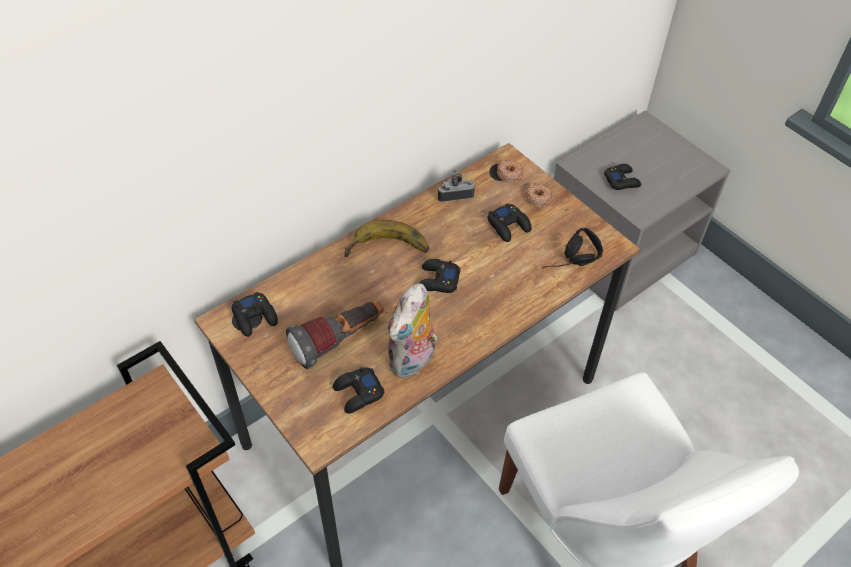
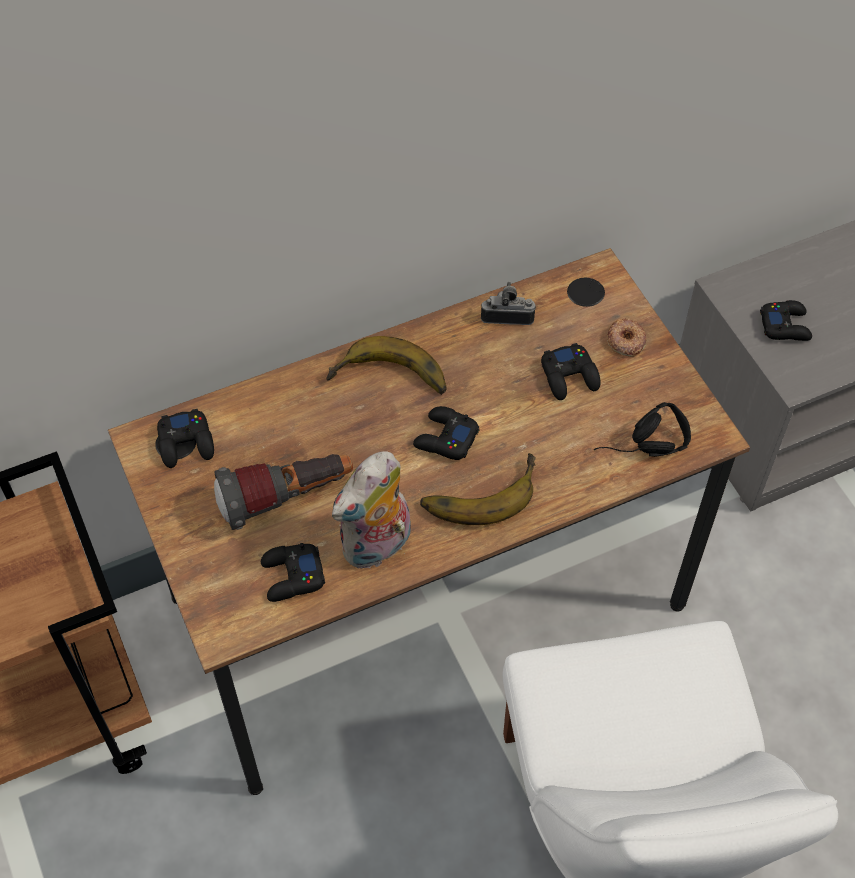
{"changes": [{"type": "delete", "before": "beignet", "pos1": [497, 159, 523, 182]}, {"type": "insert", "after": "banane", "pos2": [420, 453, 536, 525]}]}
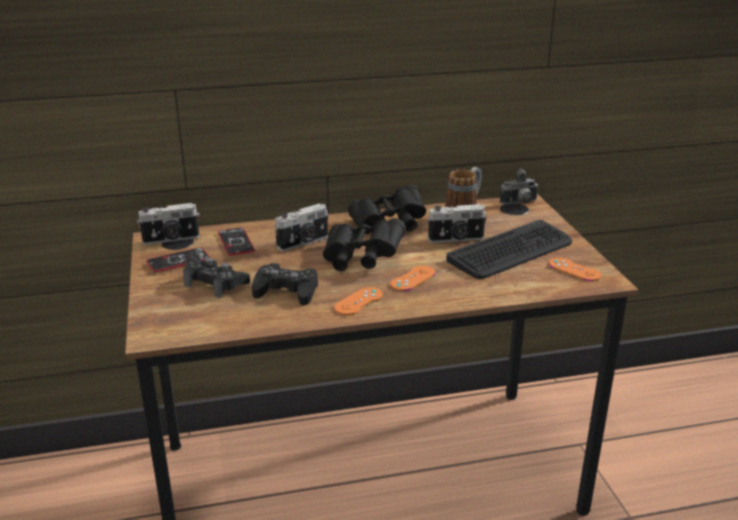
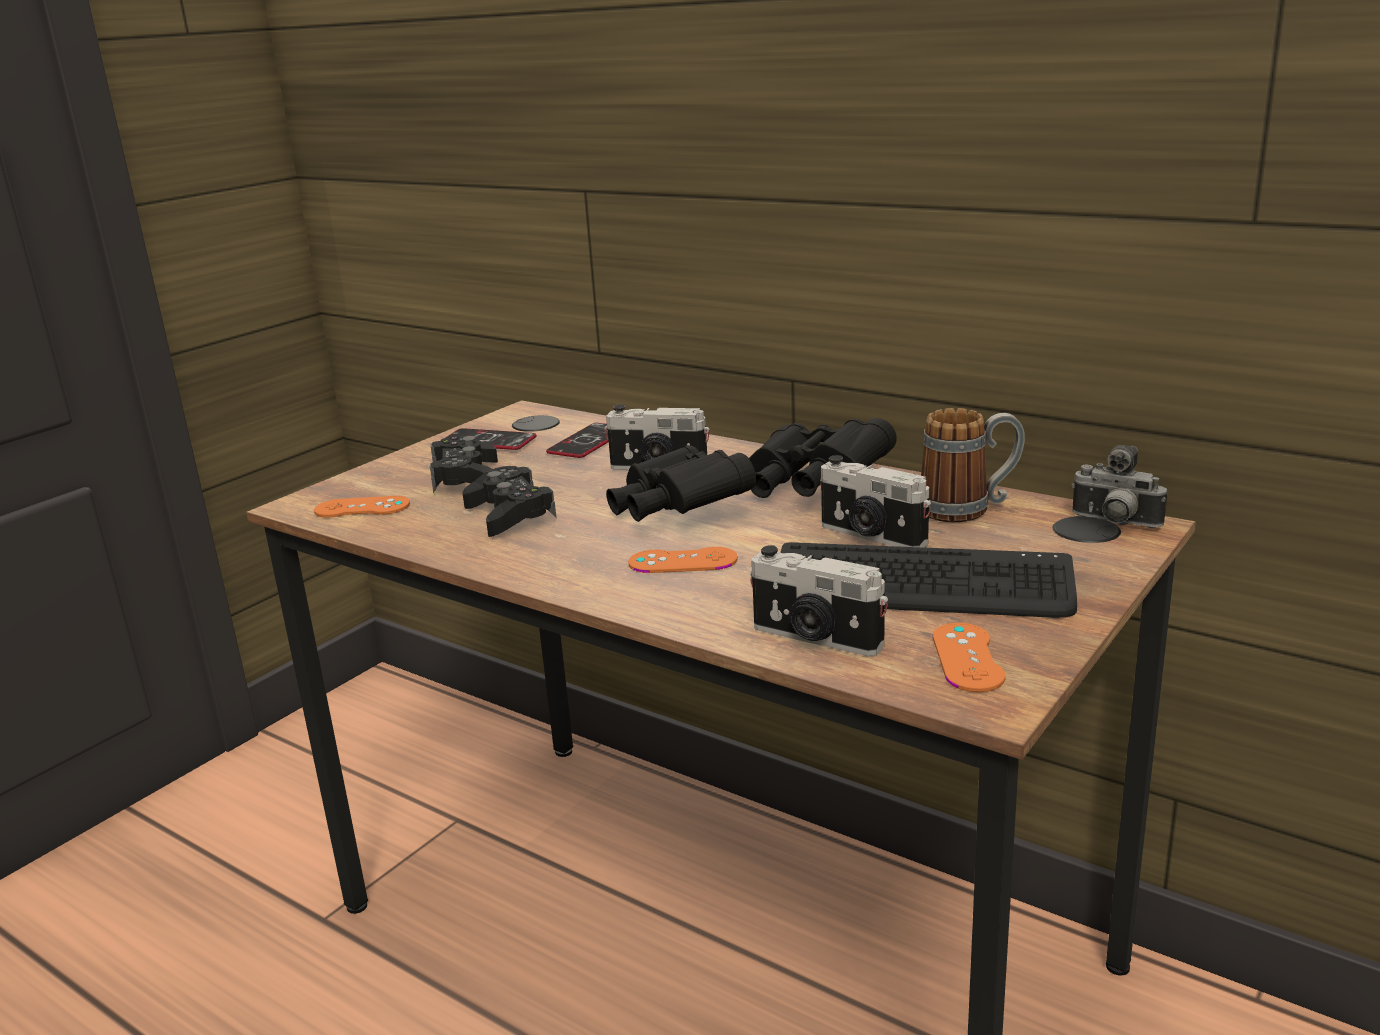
{"changes": [{"type": "move", "before": "appareil photo", "pos1": [137, 203, 200, 245], "pos2": [750, 545, 888, 657]}, {"type": "move", "before": "manette [orange]", "pos1": [334, 287, 383, 315], "pos2": [314, 496, 410, 518]}]}
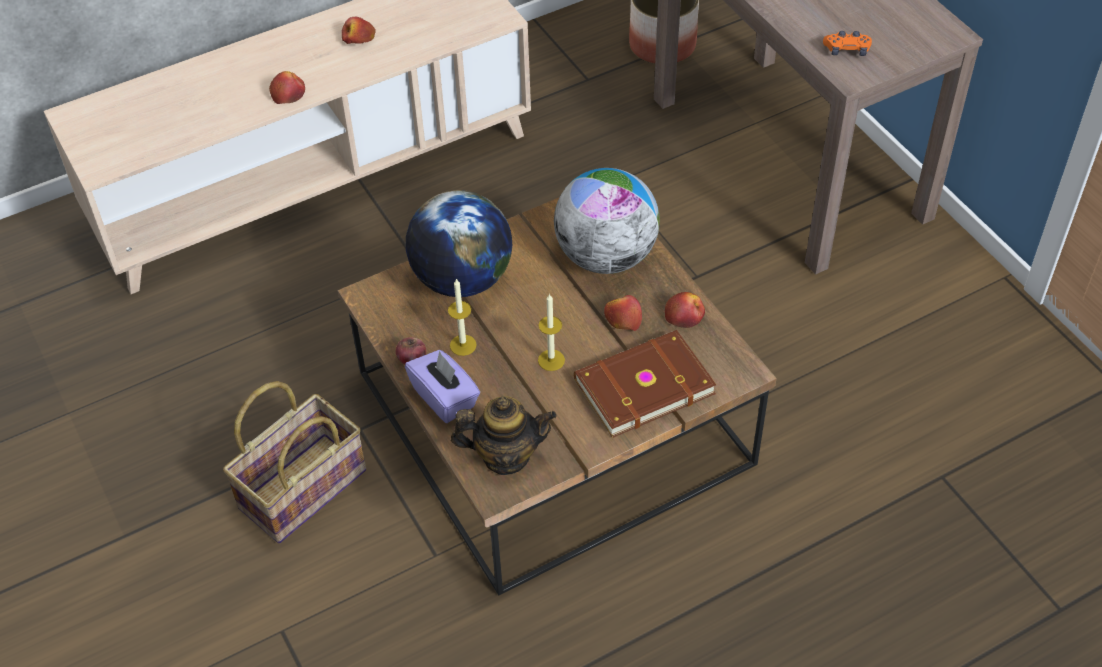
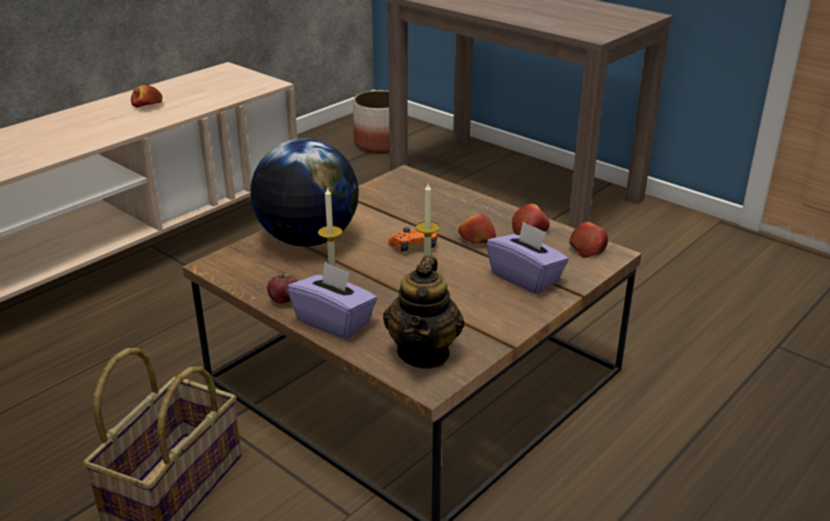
{"changes": [{"type": "move", "before": "manette [orange]", "pos1": [823, 31, 872, 56], "pos2": [388, 227, 438, 252]}, {"type": "move", "before": "pomme", "pos1": [269, 71, 305, 104], "pos2": [569, 222, 608, 258]}, {"type": "delete", "before": "globe", "pos1": [554, 168, 660, 274]}, {"type": "replace", "before": "livre [marron]", "after": "boîte à mouchoirs [violet]", "pos1": [574, 330, 716, 438], "pos2": [486, 221, 569, 294]}, {"type": "rotate", "before": "théière", "pos1": [451, 396, 557, 475], "pos2": [383, 256, 465, 369], "turn": 120}]}
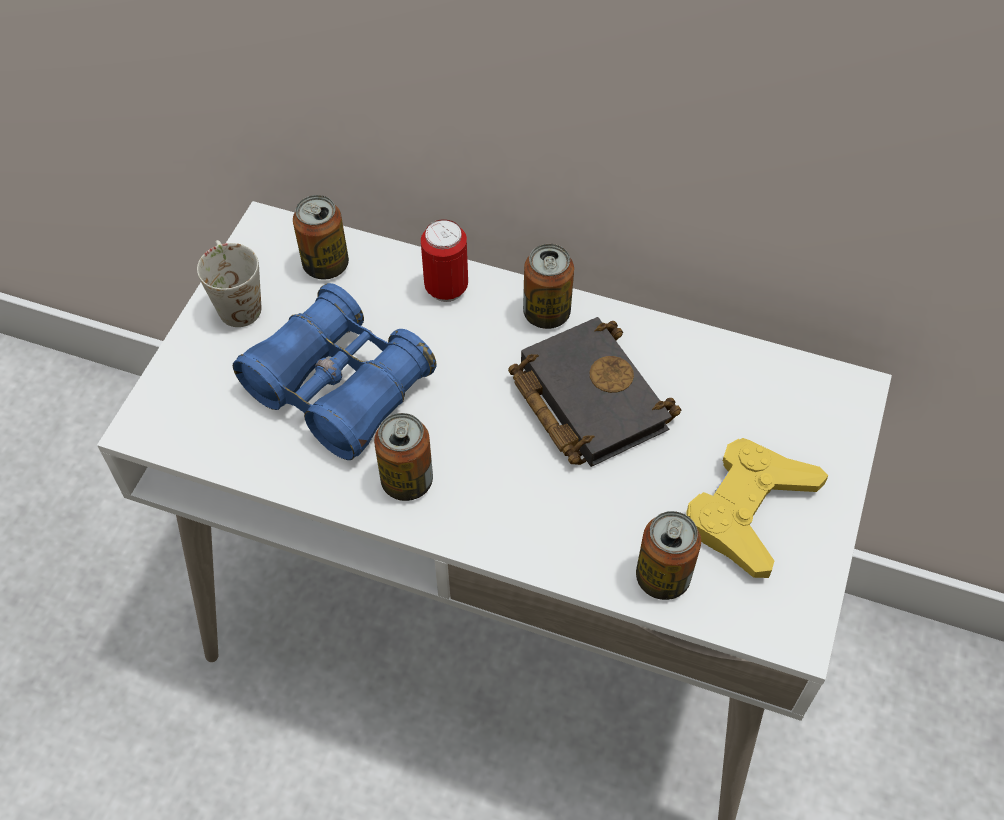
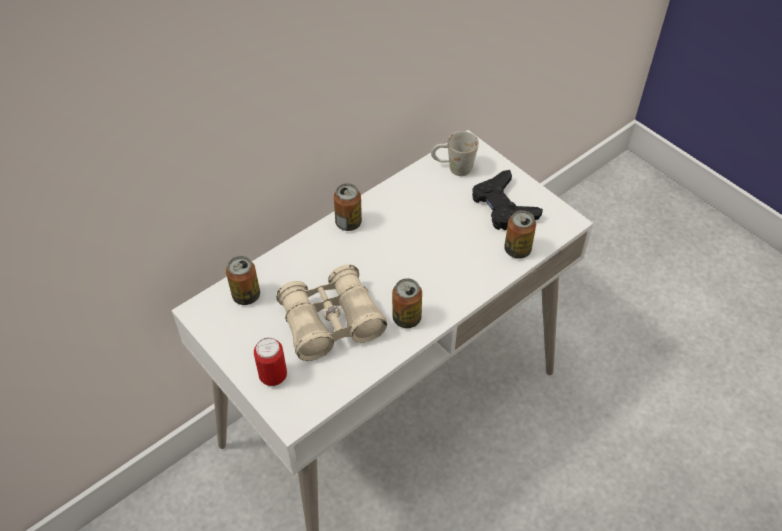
{"changes": [{"type": "move", "before": "boîte métallique", "pos1": [421, 219, 468, 302], "pos2": [254, 338, 287, 386]}, {"type": "move", "before": "mug [blanc]", "pos1": [197, 240, 261, 327], "pos2": [431, 131, 479, 176]}, {"type": "recolor", "before": "jumelles [bleu]", "after": "jumelles [beige]", "pos1": [233, 283, 437, 460], "pos2": [276, 264, 387, 361]}, {"type": "delete", "before": "livre [noir]", "pos1": [508, 317, 681, 467]}, {"type": "recolor", "before": "manette [jaune]", "after": "manette [noir]", "pos1": [687, 438, 828, 578], "pos2": [472, 170, 543, 230]}]}
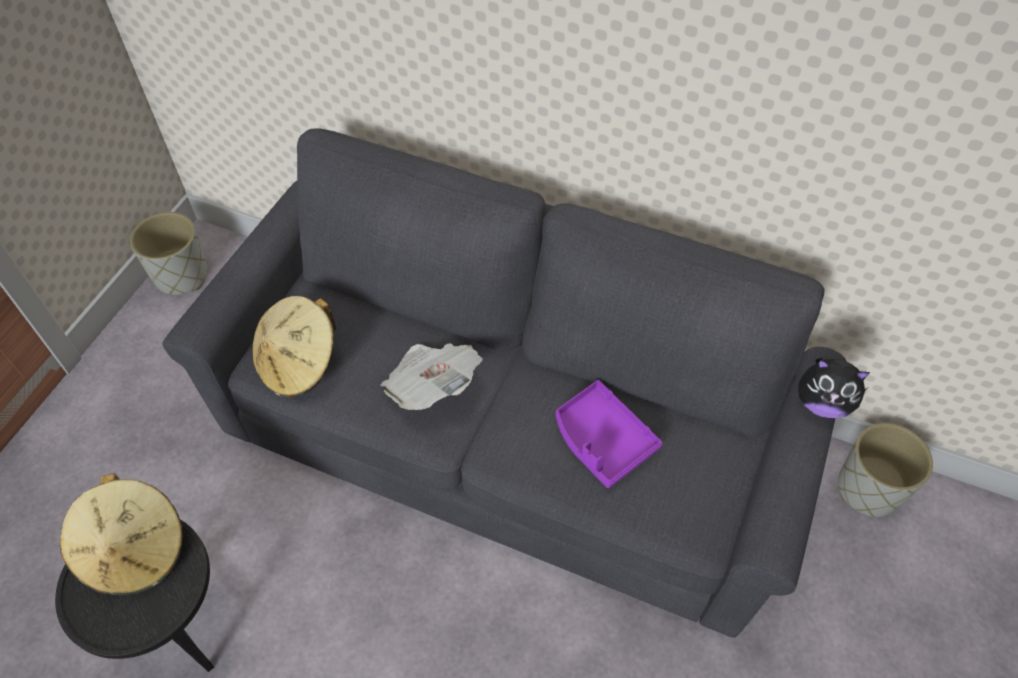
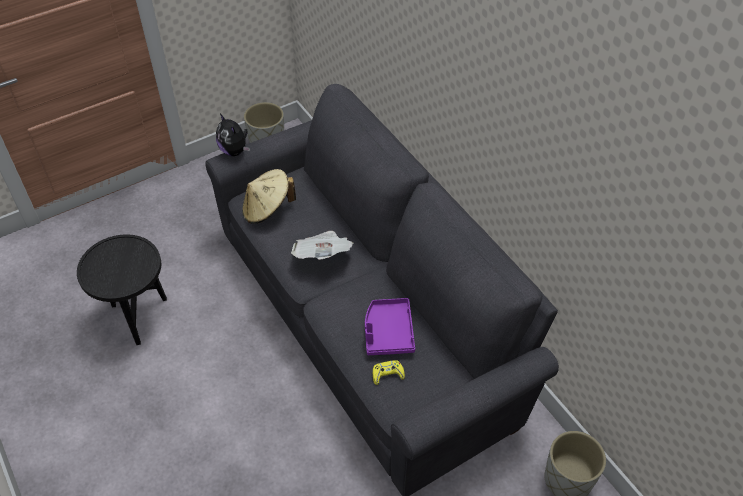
{"changes": [{"type": "move", "before": "peluche", "pos1": [798, 358, 870, 418], "pos2": [216, 114, 250, 156]}, {"type": "delete", "before": "chapeau [beige]", "pos1": [60, 473, 183, 595]}, {"type": "insert", "after": "manette [jaune]", "pos2": [373, 360, 405, 385]}]}
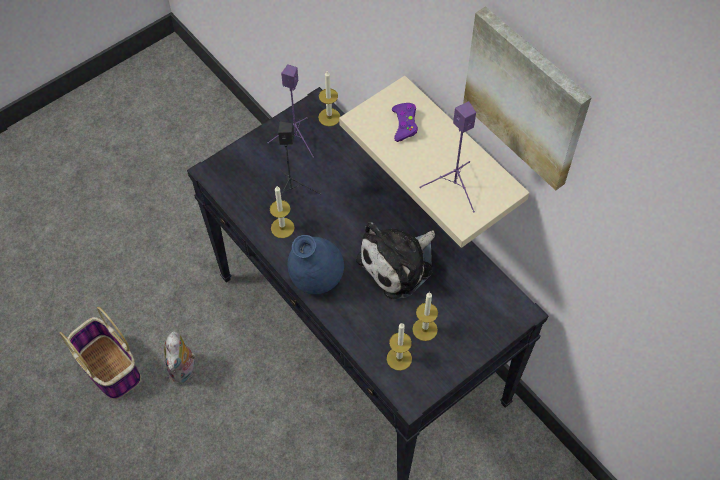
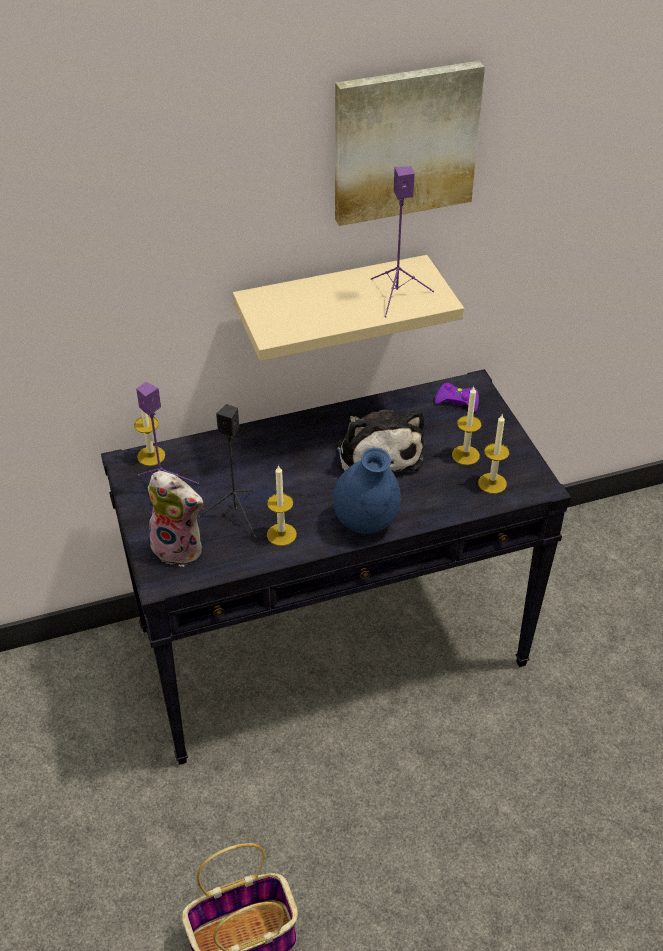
{"changes": [{"type": "move", "before": "manette [violet]", "pos1": [392, 103, 418, 142], "pos2": [434, 383, 479, 412]}, {"type": "move", "before": "peluche", "pos1": [164, 331, 196, 384], "pos2": [148, 471, 204, 566]}]}
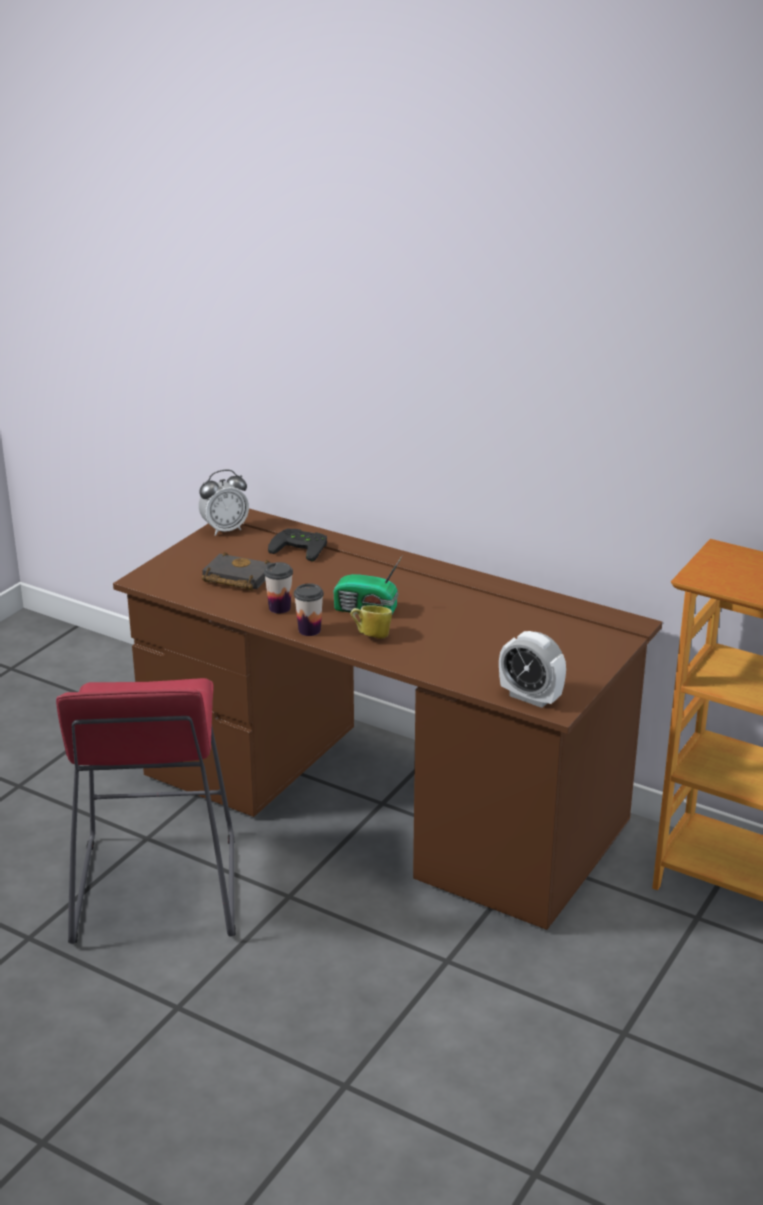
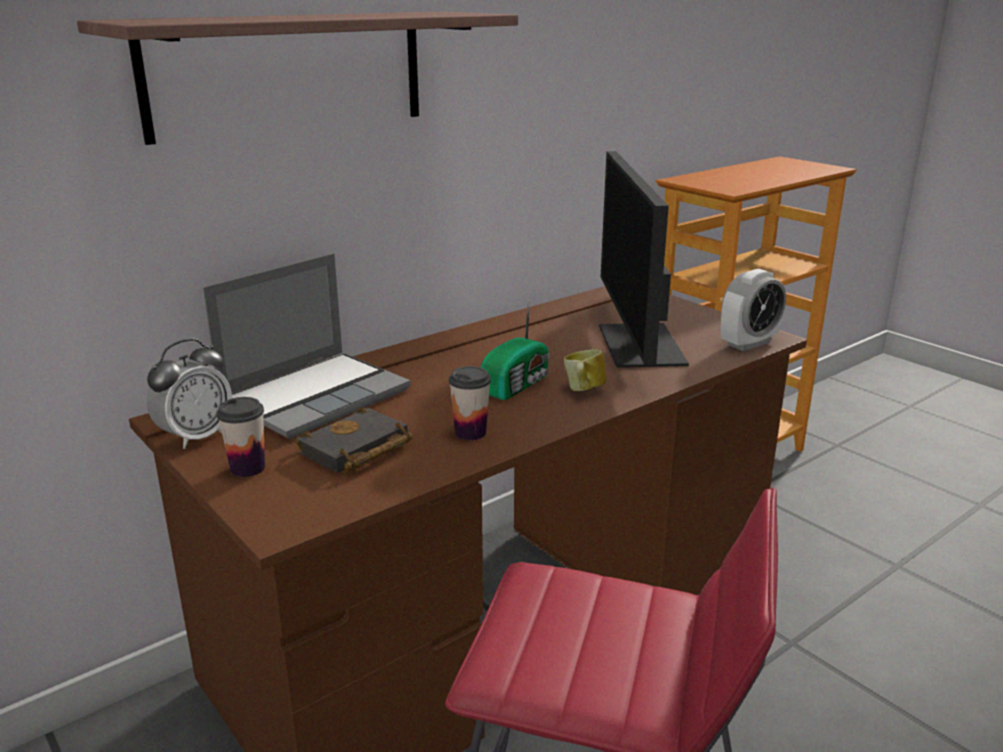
{"changes": [{"type": "rotate", "before": "réveil", "pos1": [199, 470, 249, 536], "pos2": [147, 339, 232, 449], "turn": 45}, {"type": "replace", "before": "manette [noir]", "after": "ordinateur portable", "pos1": [268, 529, 327, 561], "pos2": [203, 253, 411, 439]}, {"type": "move", "before": "tasse", "pos1": [294, 583, 324, 636], "pos2": [217, 397, 265, 477]}, {"type": "insert", "after": "étagère", "pos2": [77, 11, 518, 145]}, {"type": "insert", "after": "écran d'ordinateur", "pos2": [599, 151, 689, 368]}]}
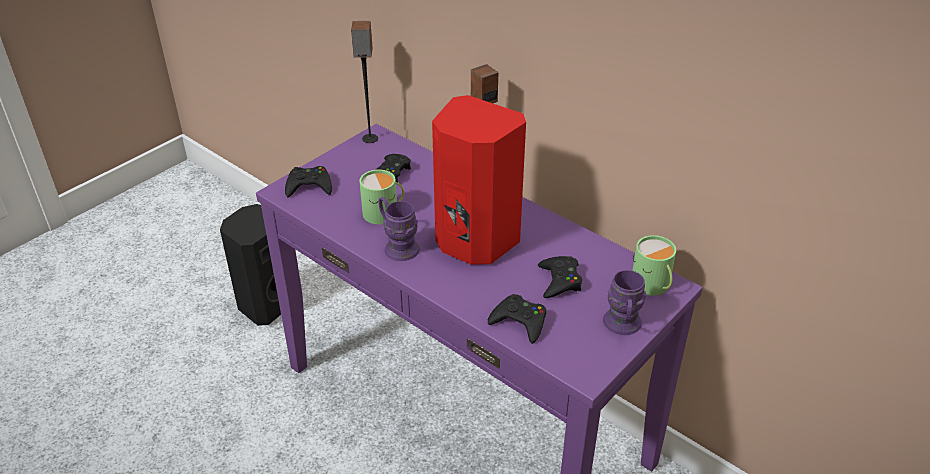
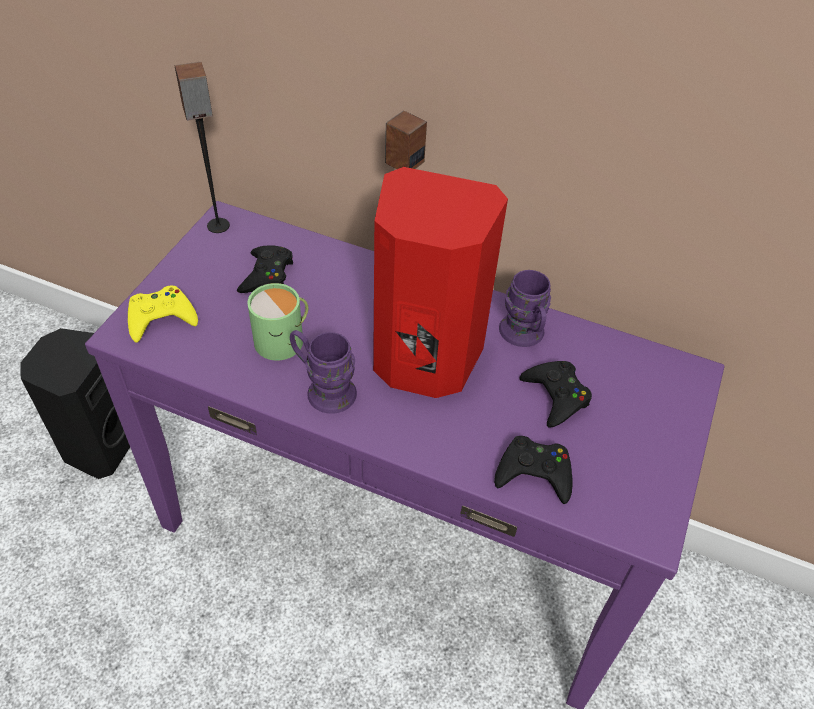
{"changes": [{"type": "recolor", "before": "manette [noir]", "after": "manette [jaune]", "pos1": [285, 166, 332, 197], "pos2": [128, 286, 198, 343]}, {"type": "delete", "before": "mug [vert]", "pos1": [632, 235, 676, 296]}, {"type": "move", "before": "mug [violet]", "pos1": [603, 270, 646, 335], "pos2": [499, 270, 551, 347]}]}
